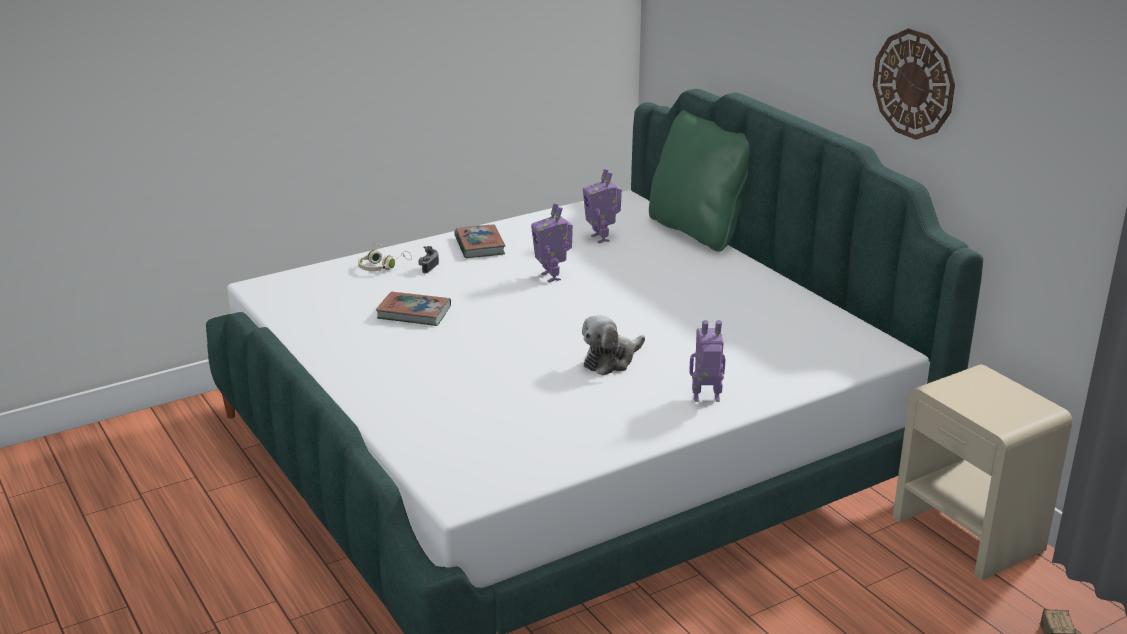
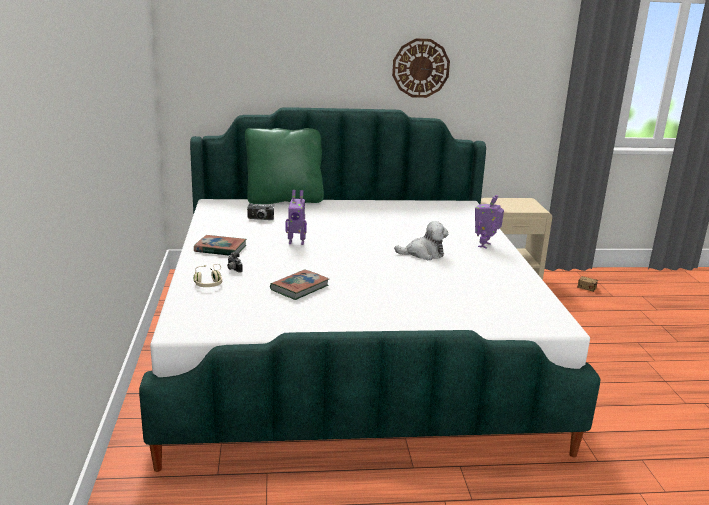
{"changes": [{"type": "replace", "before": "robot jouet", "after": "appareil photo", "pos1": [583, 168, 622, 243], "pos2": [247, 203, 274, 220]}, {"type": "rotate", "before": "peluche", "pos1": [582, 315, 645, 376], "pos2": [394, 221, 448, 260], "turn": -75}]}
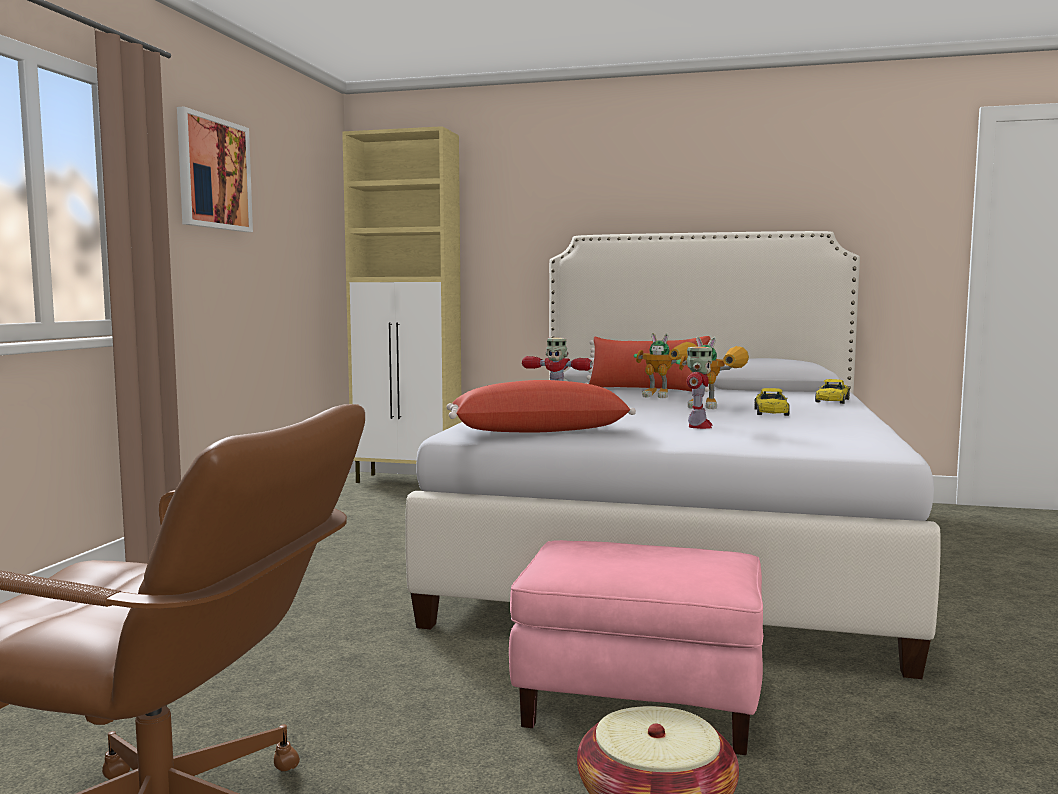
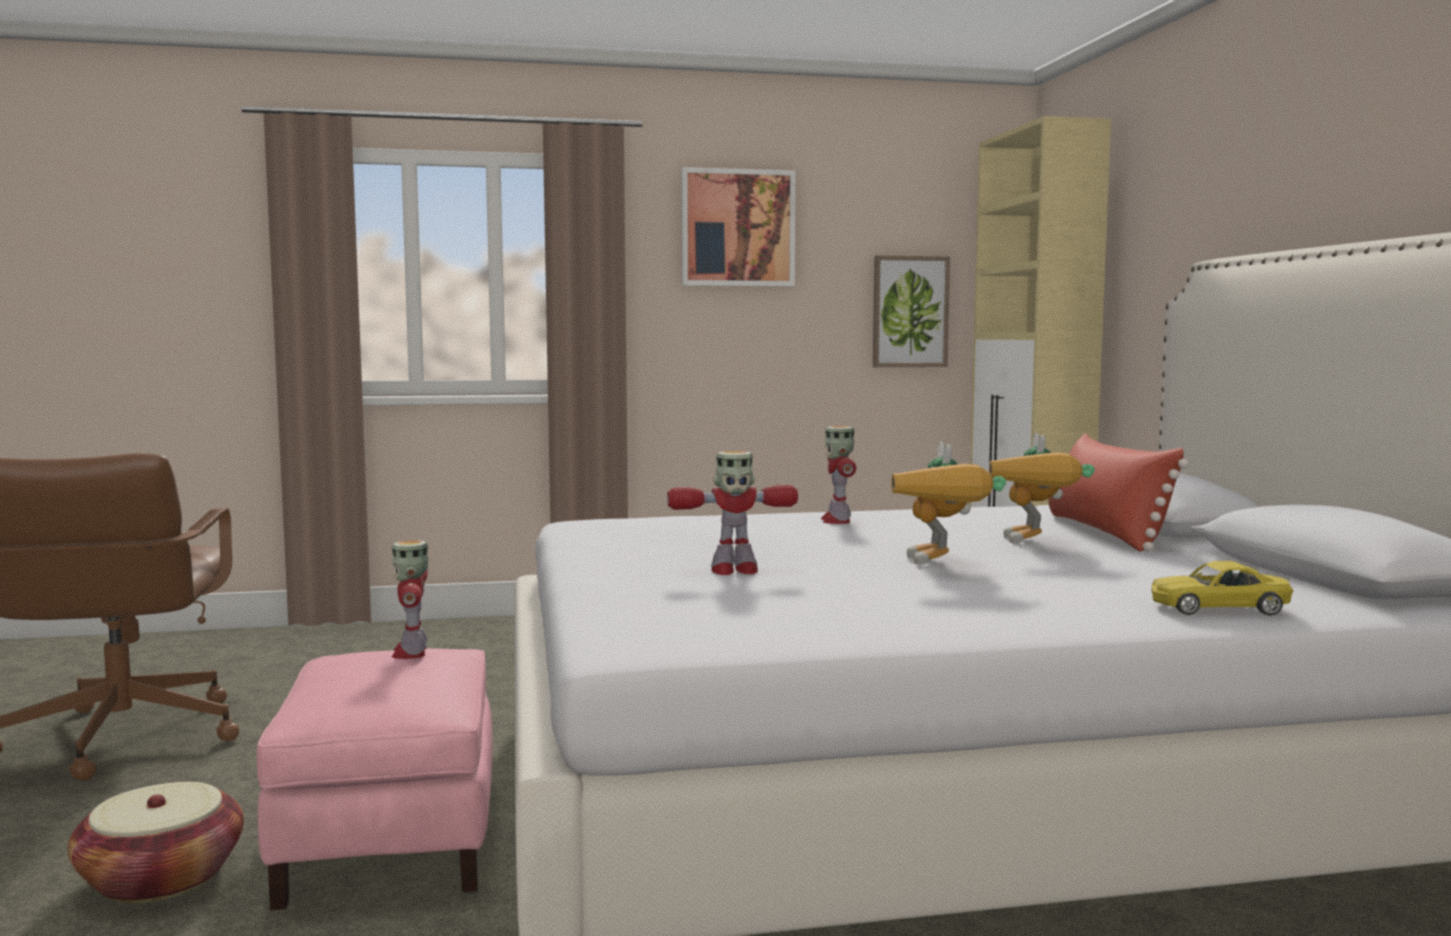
{"changes": [{"type": "delete", "before": "coussin [rouge]", "pos1": [447, 380, 636, 433]}, {"type": "delete", "before": "petite voiture [jaune]", "pos1": [754, 388, 790, 416]}, {"type": "insert", "after": "tableau", "pos2": [873, 255, 950, 367]}, {"type": "insert", "after": "robot jouet", "pos2": [392, 540, 428, 659]}]}
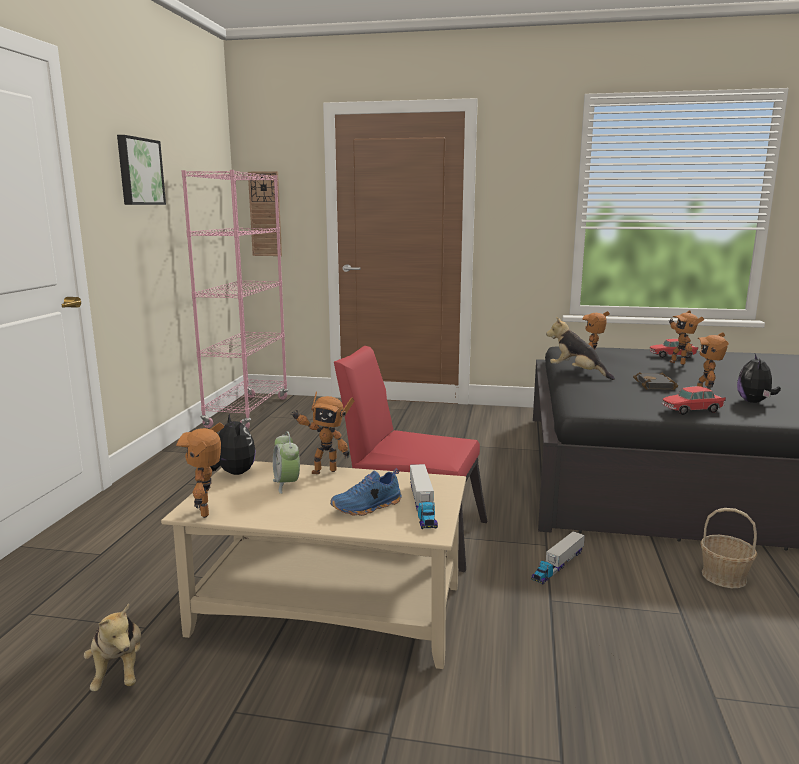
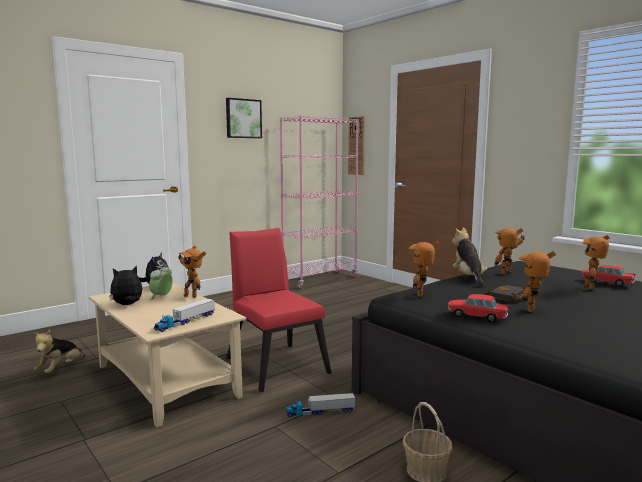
{"changes": [{"type": "move", "before": "peluche", "pos1": [737, 354, 781, 403], "pos2": [109, 266, 142, 305]}, {"type": "move", "before": "robot jouet", "pos1": [176, 423, 224, 518], "pos2": [408, 241, 439, 298]}, {"type": "delete", "before": "chaussure [bleu]", "pos1": [330, 469, 402, 516]}]}
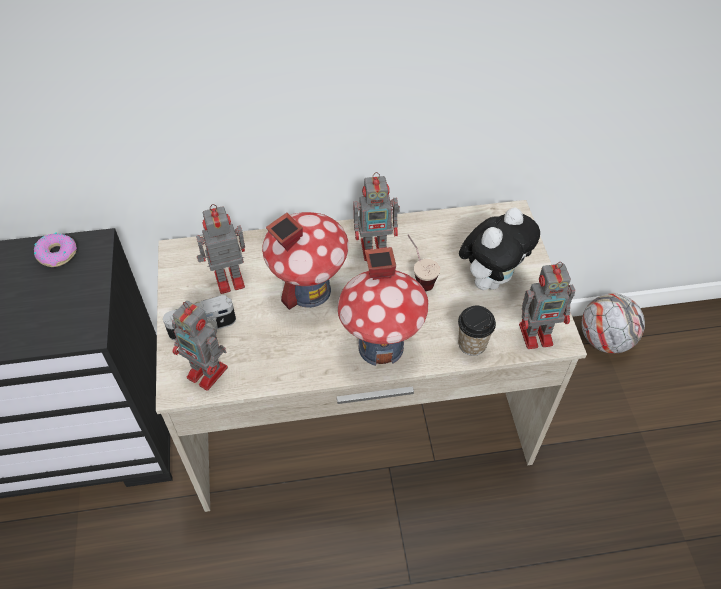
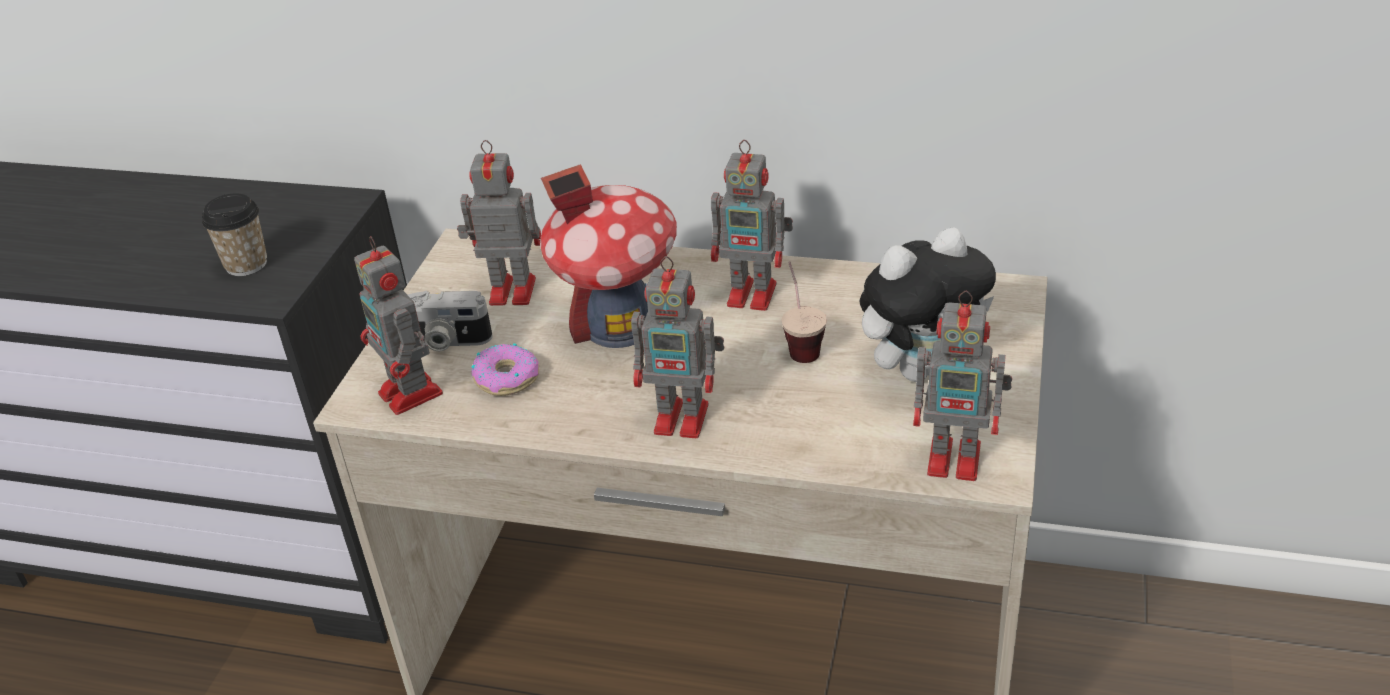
{"changes": [{"type": "move", "before": "beignet", "pos1": [34, 232, 77, 267], "pos2": [471, 343, 539, 396]}, {"type": "replace", "before": "maison miniature", "after": "robot jouet", "pos1": [337, 247, 429, 366], "pos2": [631, 256, 724, 438]}, {"type": "delete", "before": "ballon de foot", "pos1": [582, 294, 645, 354]}, {"type": "move", "before": "tasse", "pos1": [458, 306, 496, 356], "pos2": [202, 193, 267, 276]}]}
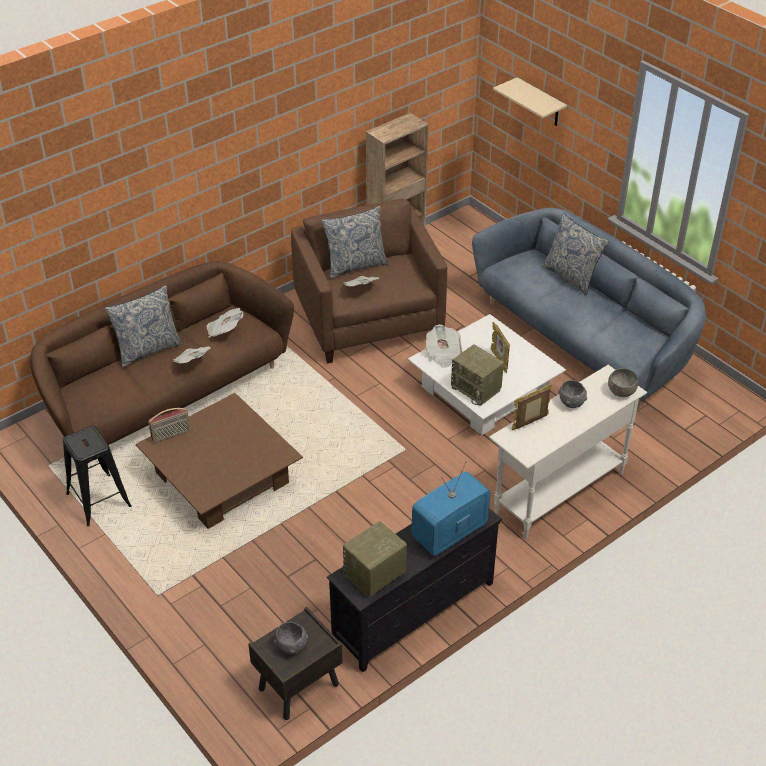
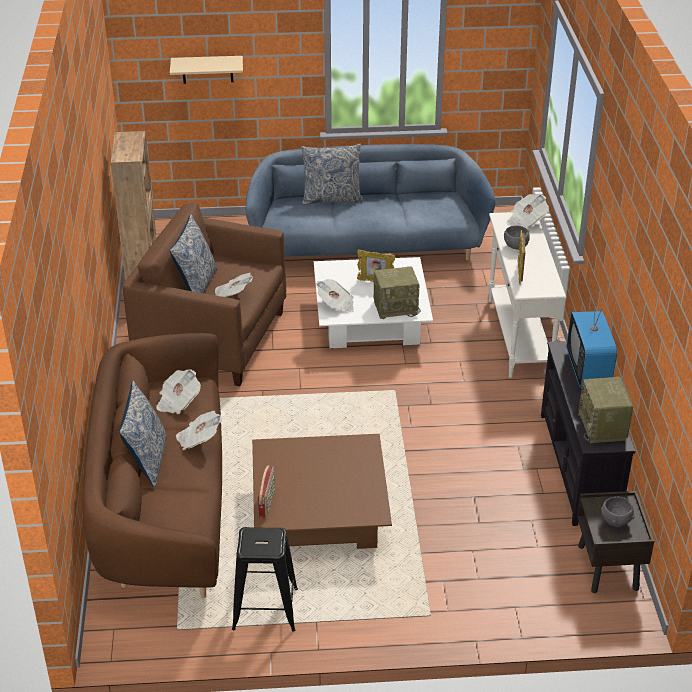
{"changes": [{"type": "replace", "before": "bol [gris]", "after": "journal", "pos1": [608, 368, 638, 397], "pos2": [506, 194, 549, 229]}]}
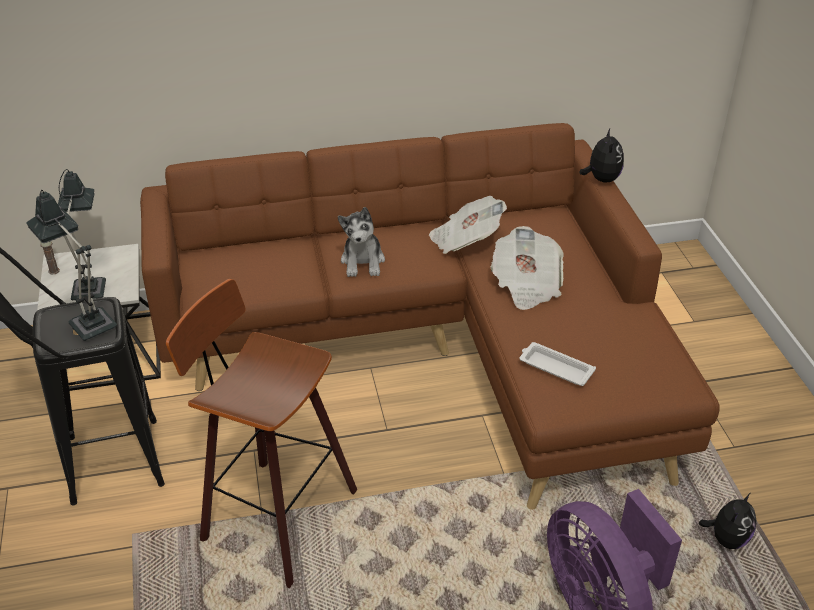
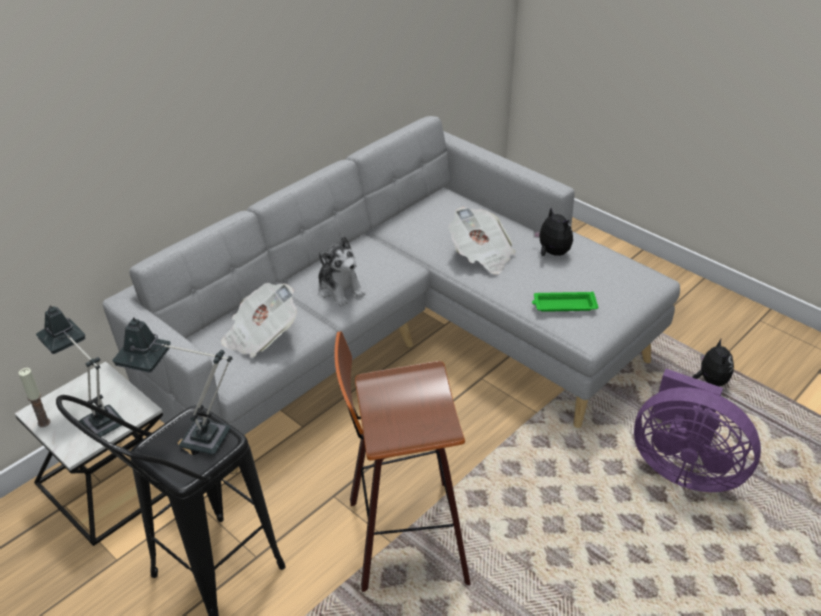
{"changes": [{"type": "recolor", "before": "canapé [marron]", "after": "canapé [gris]", "pos1": [140, 123, 720, 510], "pos2": [103, 116, 680, 474]}, {"type": "move", "before": "peluche", "pos1": [579, 129, 624, 183], "pos2": [534, 208, 573, 256]}, {"type": "move", "before": "journal", "pos1": [429, 196, 507, 254], "pos2": [221, 283, 297, 358]}, {"type": "recolor", "before": "plateau [blanc]", "after": "plateau [vert]", "pos1": [519, 342, 596, 386], "pos2": [532, 291, 598, 312]}]}
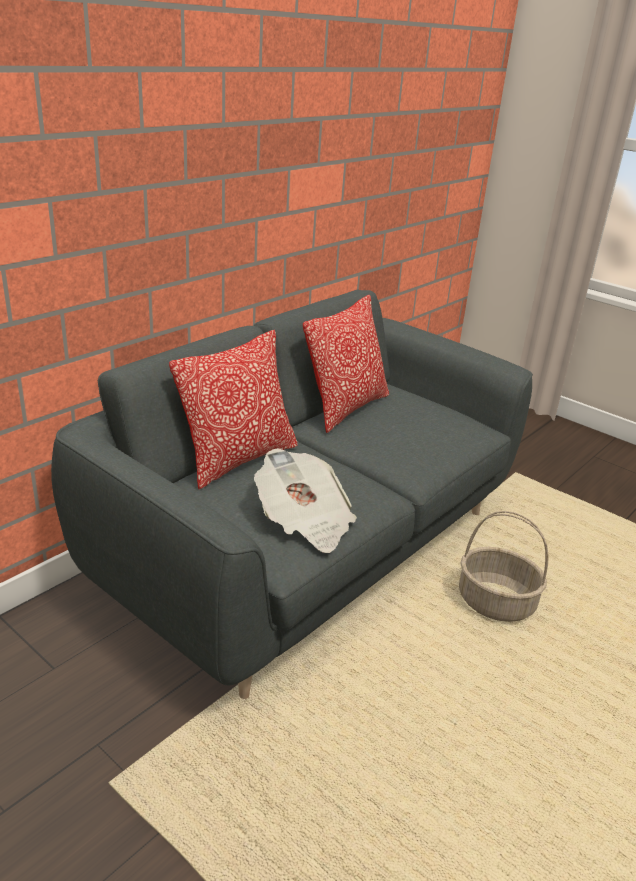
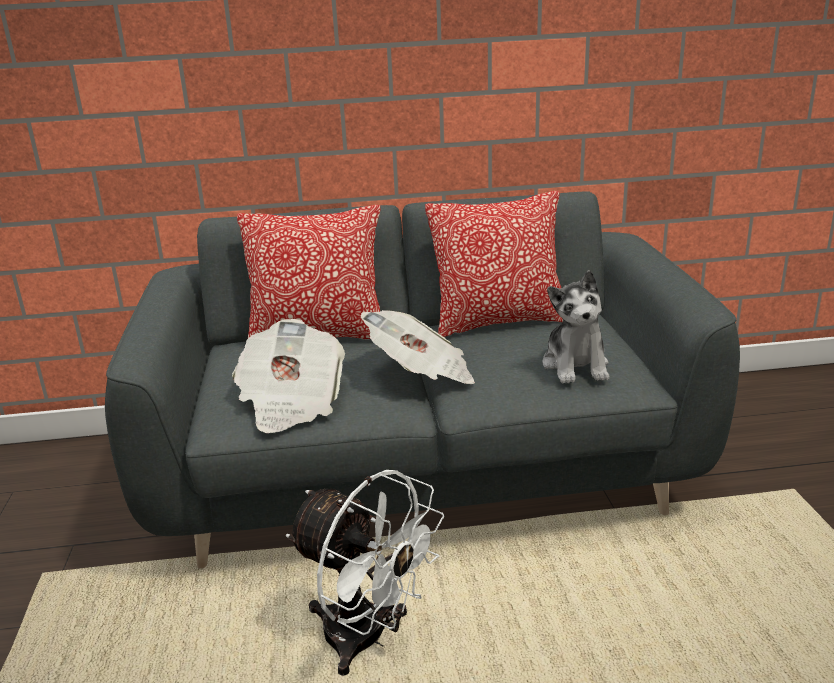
{"changes": [{"type": "delete", "before": "panier", "pos1": [459, 511, 549, 622]}, {"type": "insert", "after": "peluche", "pos2": [542, 270, 609, 383]}, {"type": "insert", "after": "journal", "pos2": [361, 310, 475, 384]}, {"type": "insert", "after": "ventilateur [blanc]", "pos2": [286, 470, 445, 676]}]}
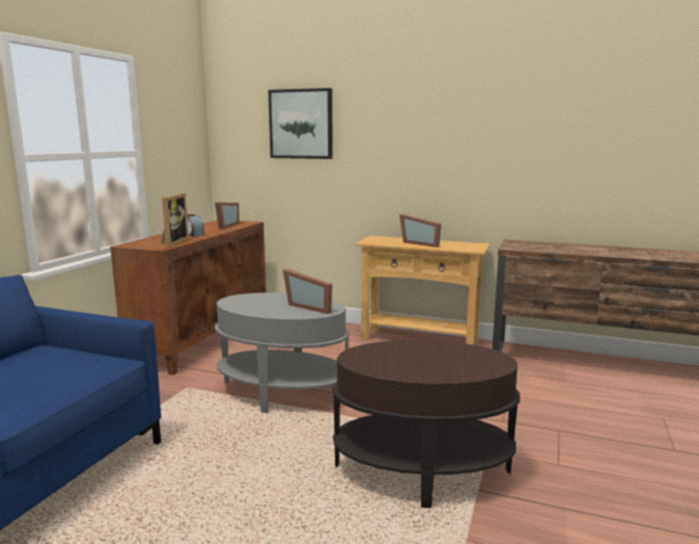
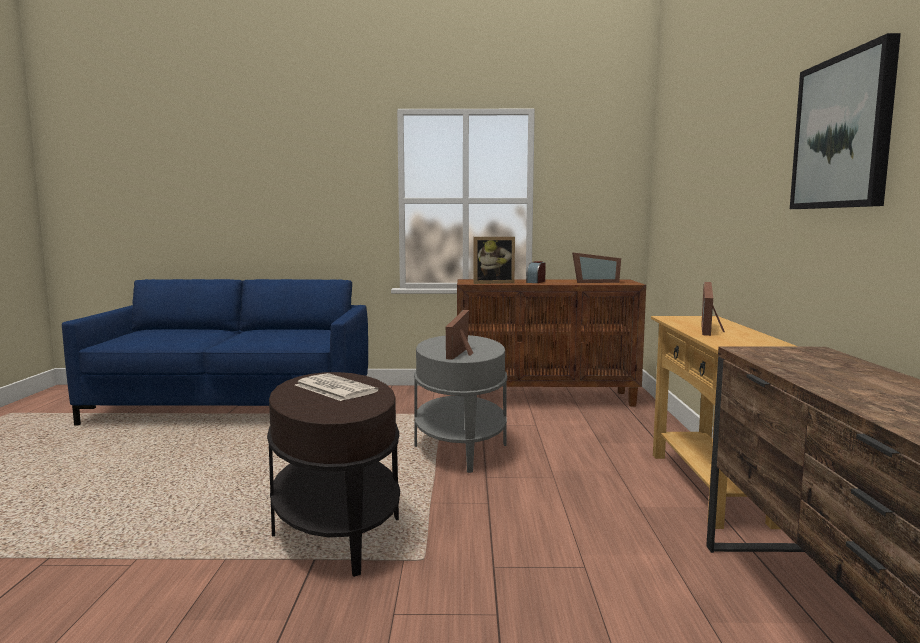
{"changes": [{"type": "move", "before": "tableau", "pos1": [268, 88, 333, 159], "pos2": [790, 33, 901, 209]}, {"type": "insert", "after": "journal", "pos2": [295, 373, 378, 401]}]}
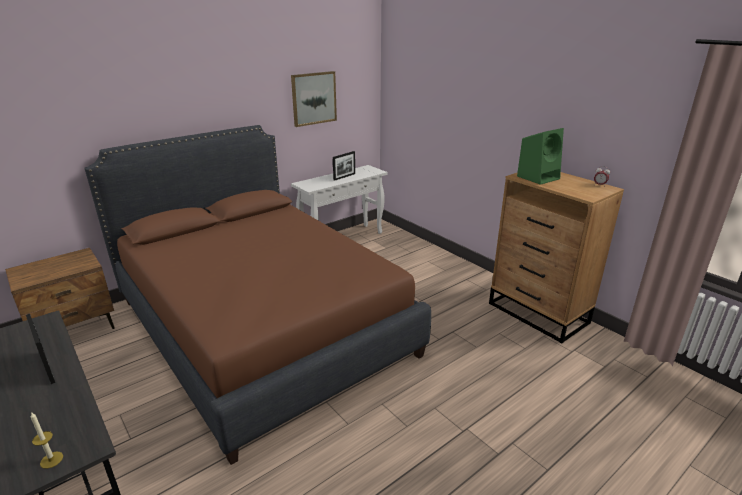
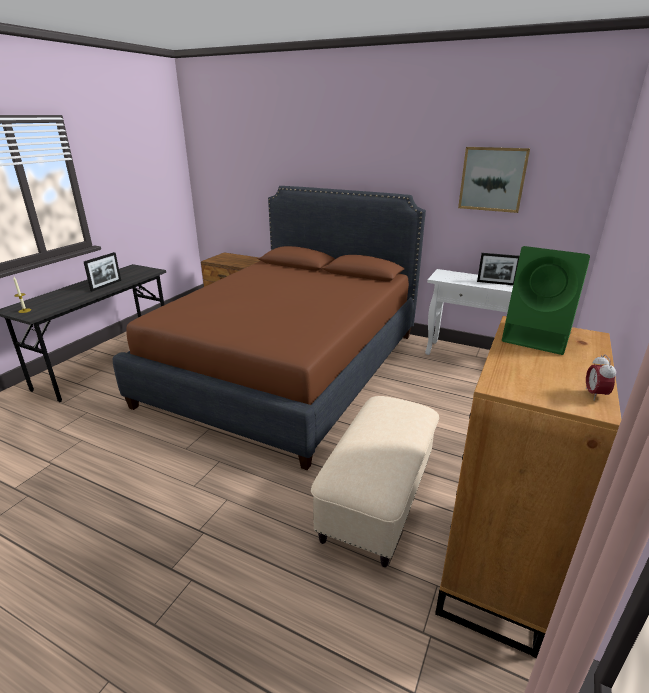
{"changes": [{"type": "insert", "after": "pouf [beige]", "pos2": [311, 396, 439, 567]}]}
